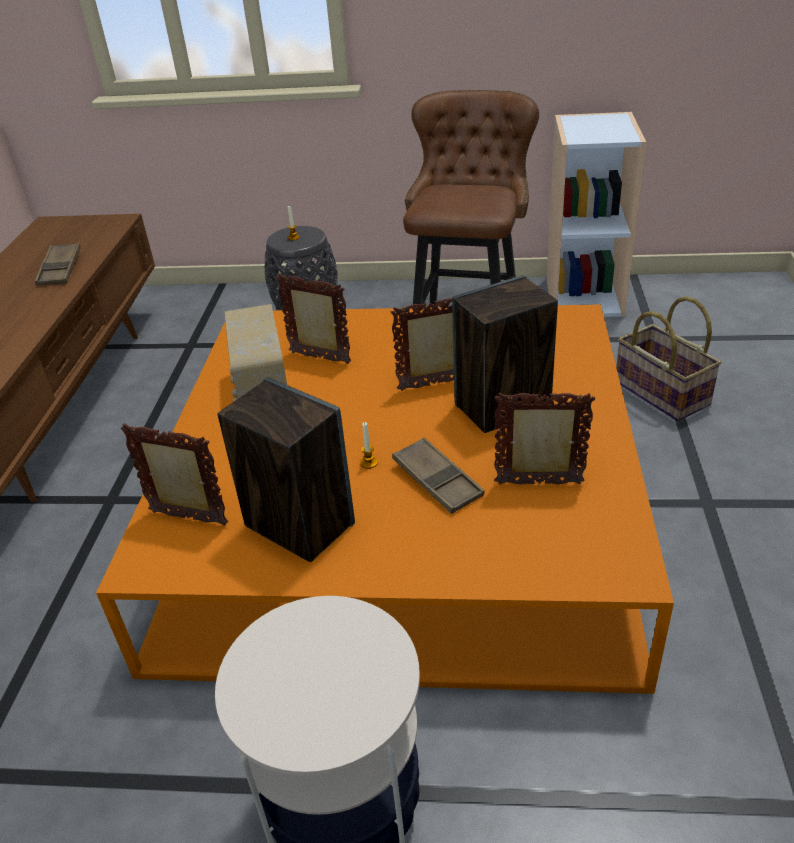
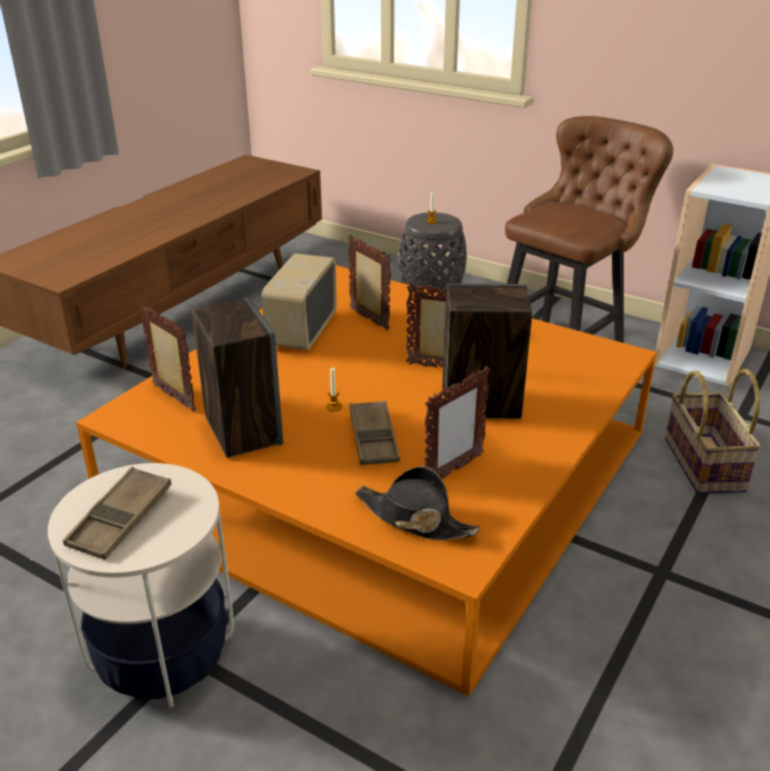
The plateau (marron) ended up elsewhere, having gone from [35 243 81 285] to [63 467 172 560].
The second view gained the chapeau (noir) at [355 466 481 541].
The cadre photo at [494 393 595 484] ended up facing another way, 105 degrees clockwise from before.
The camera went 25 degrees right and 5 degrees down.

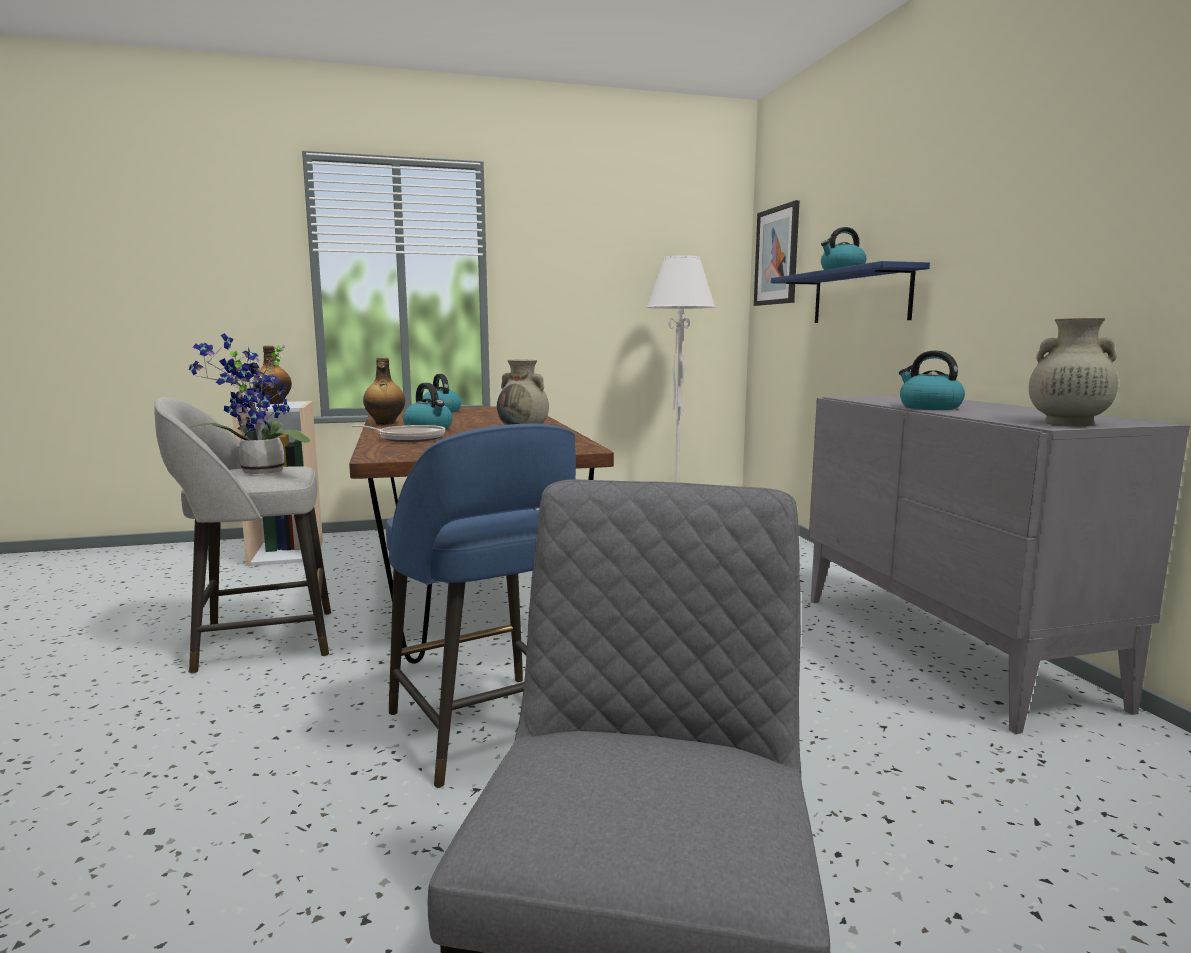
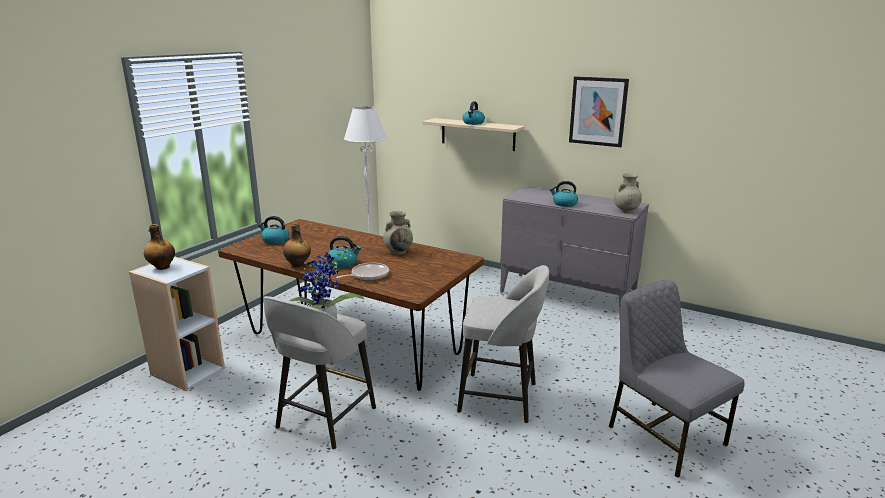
What was the étagère (bleu) at [771 261 930 323] turned into the étagère (beige) at [422 118 525 151].
What was the tabouret (bleu) at [386 424 576 788] turned into the tabouret (gris) at [457 265 549 423].
The tableau ended up elsewhere, having gone from [754 200 799 306] to [569 76 629 147].
The camera went 45 degrees left and 10 degrees up.

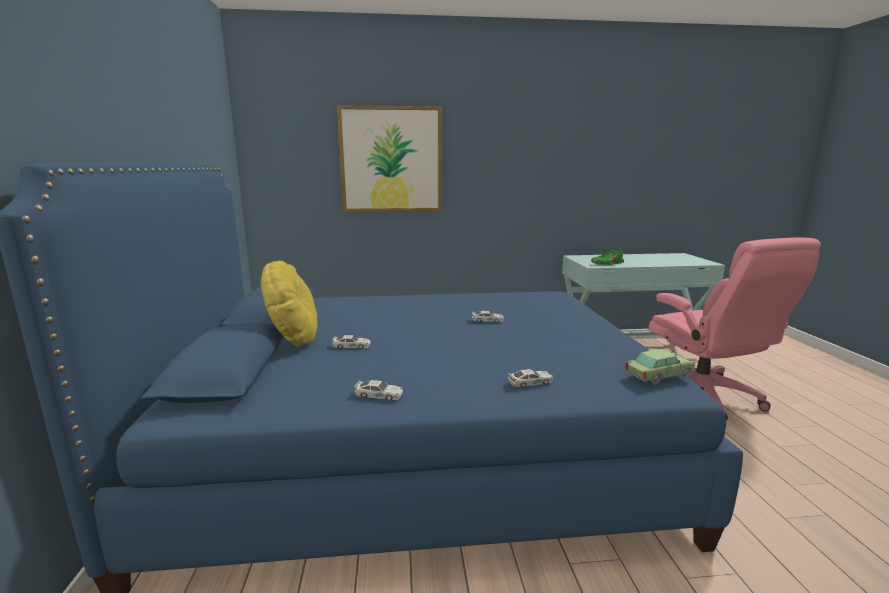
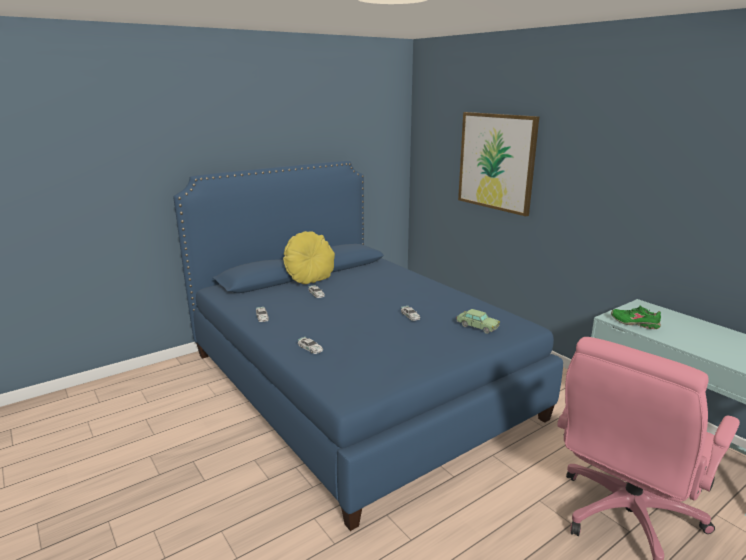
The petite voiture ended up elsewhere, having gone from [625 349 695 384] to [457 309 500 334].
The camera went 60 degrees right and 5 degrees up.

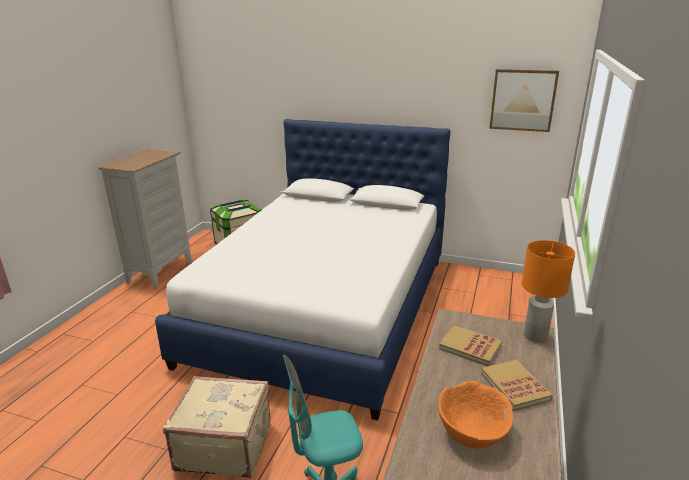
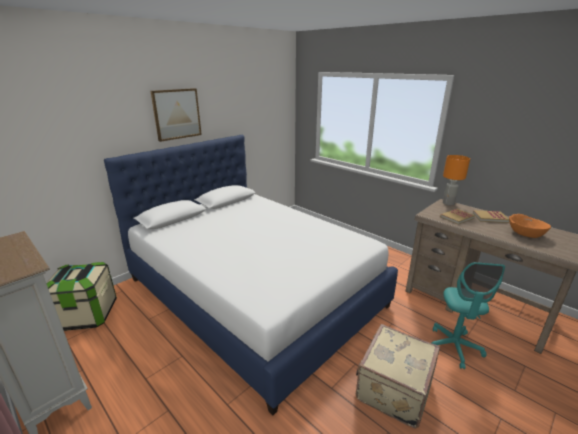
The tableau ended up elsewhere, having gone from [489 69 559 132] to [150 88 202 142].
The camera went 65 degrees left and 0 degrees up.

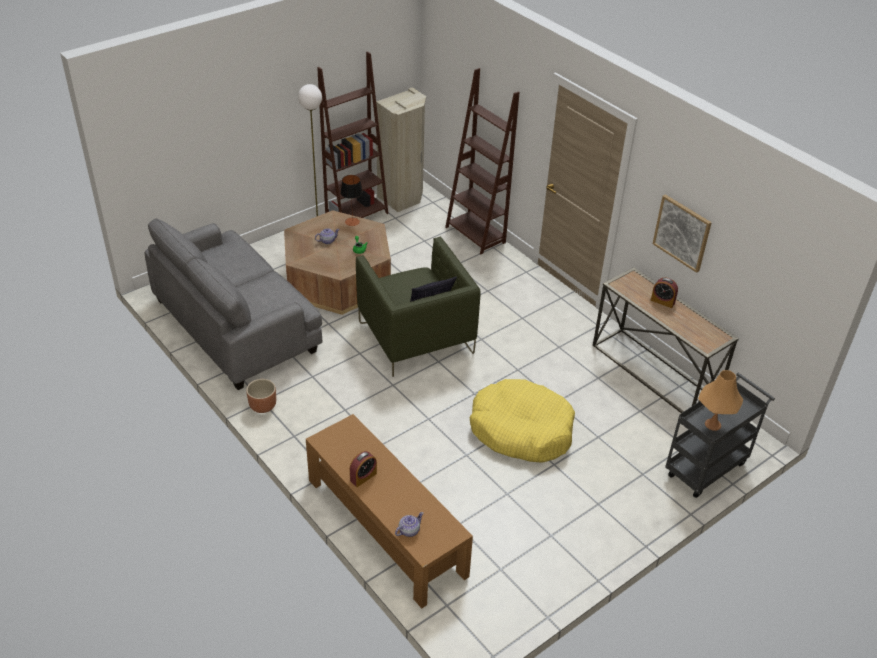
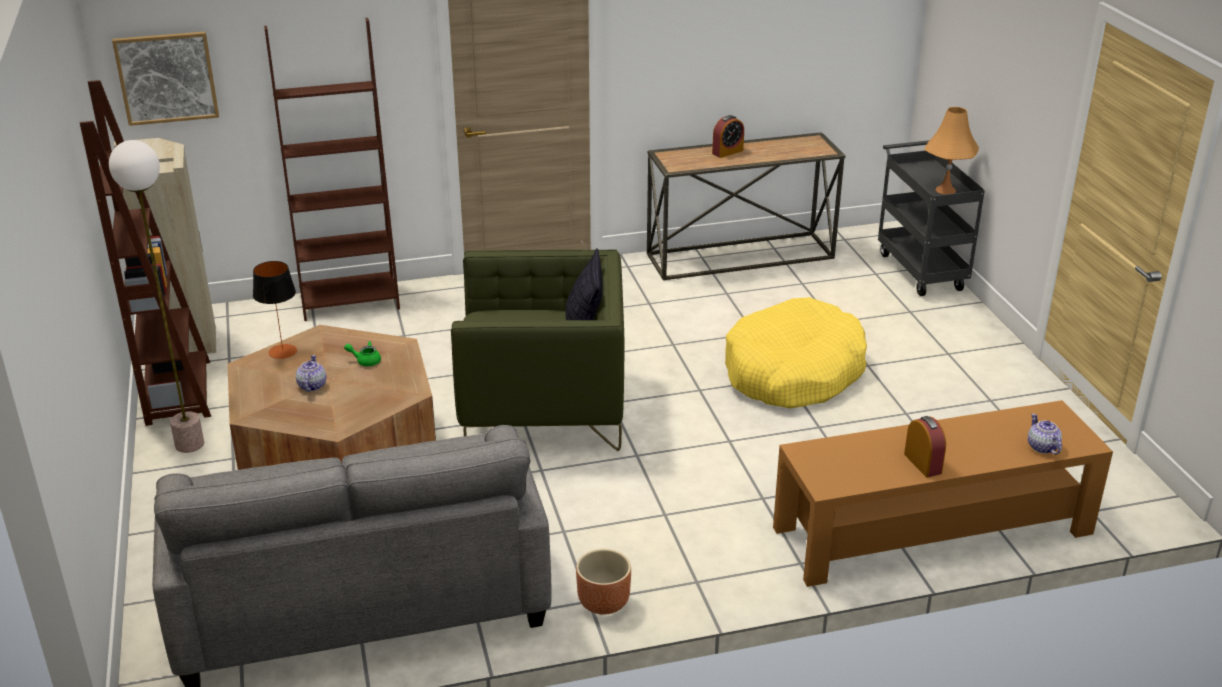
The tableau ended up elsewhere, having gone from [653 194 711 273] to [112 32 219 126].
The camera went 65 degrees left and 10 degrees down.

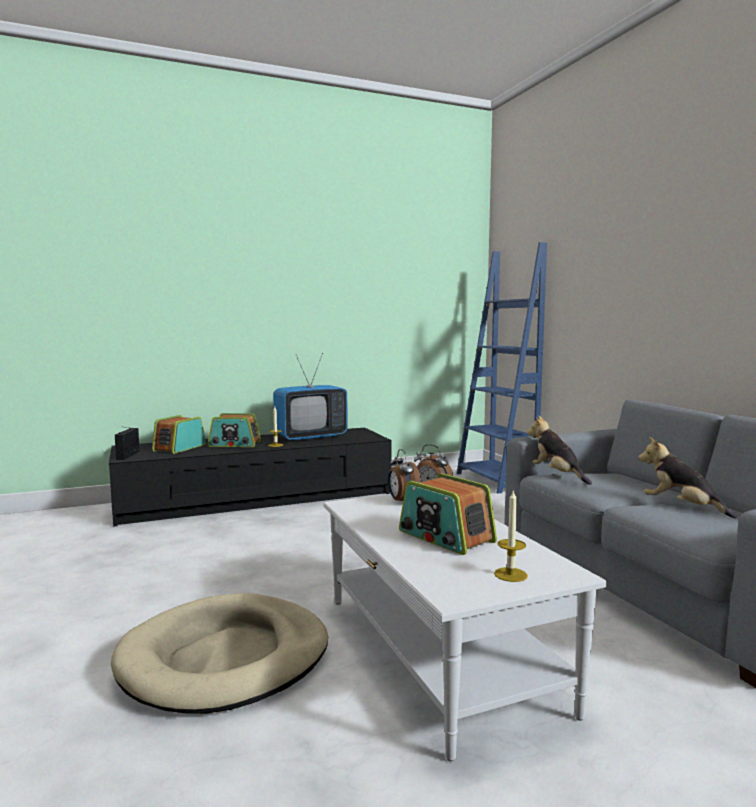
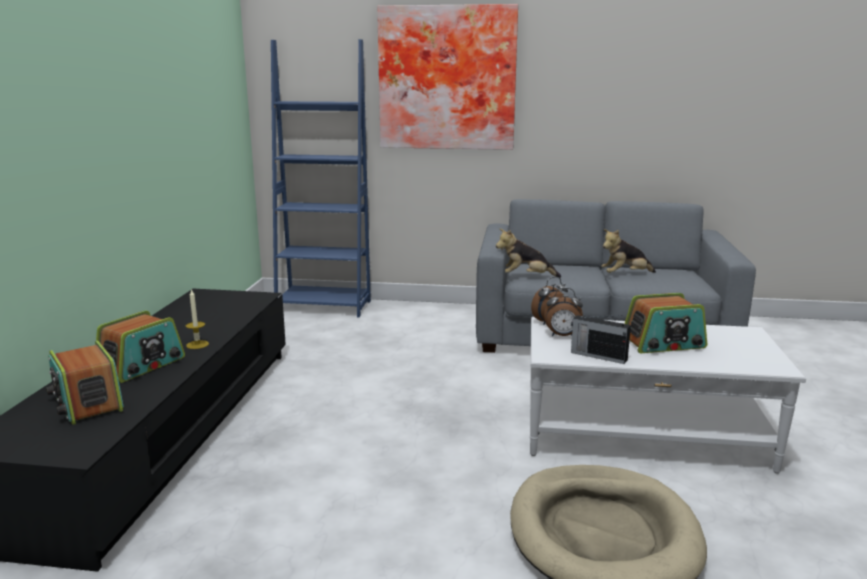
The second view gained the tableau at [377 4 518 150].
The radio ended up elsewhere, having gone from [115 426 140 460] to [571 315 631 364].
The second view lost the téléviseur at [273 353 348 441].
The second view lost the bougie at [494 489 528 582].
The camera went 60 degrees left and 10 degrees up.

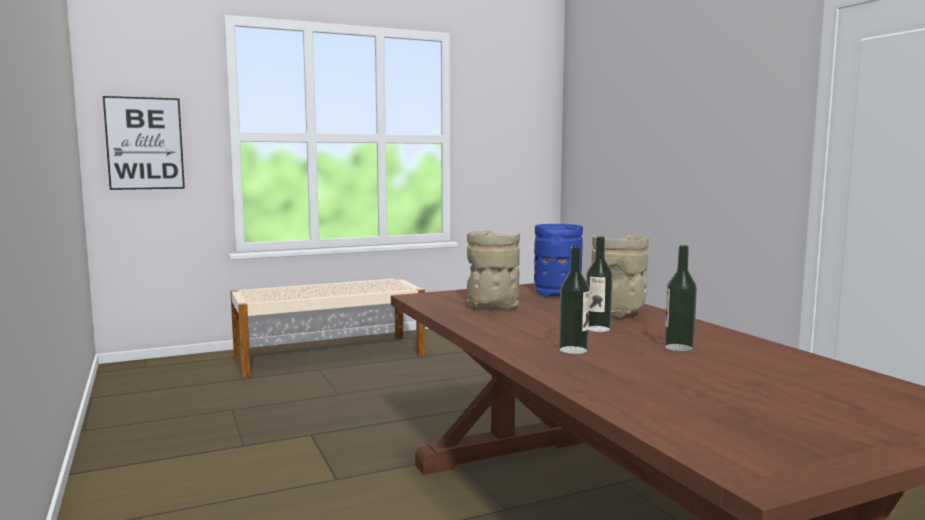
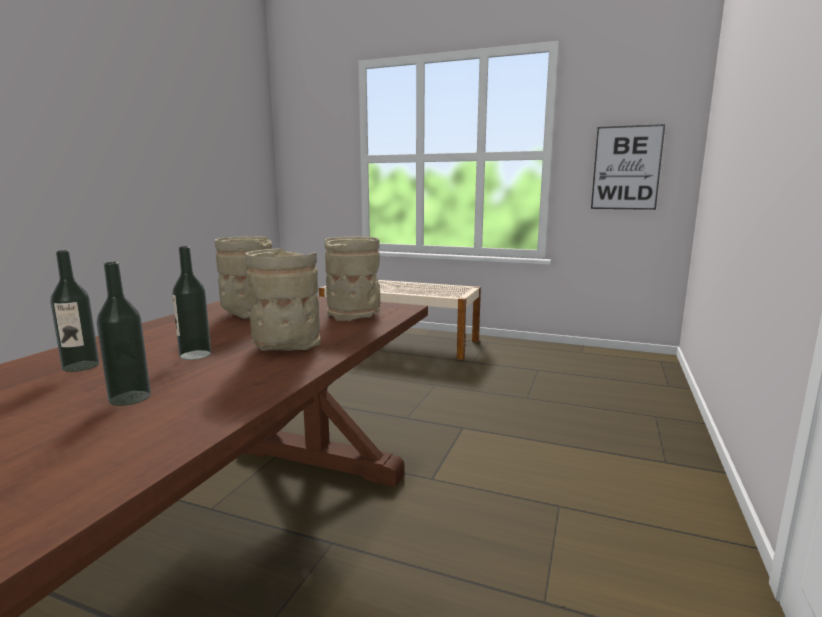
What was the vase (bleu) at [534 224 583 297] turned into the vase (beige) at [325 236 380 321].
The tableau ended up elsewhere, having gone from [103 96 185 190] to [591 124 665 210].
The camera went 45 degrees right and 5 degrees up.

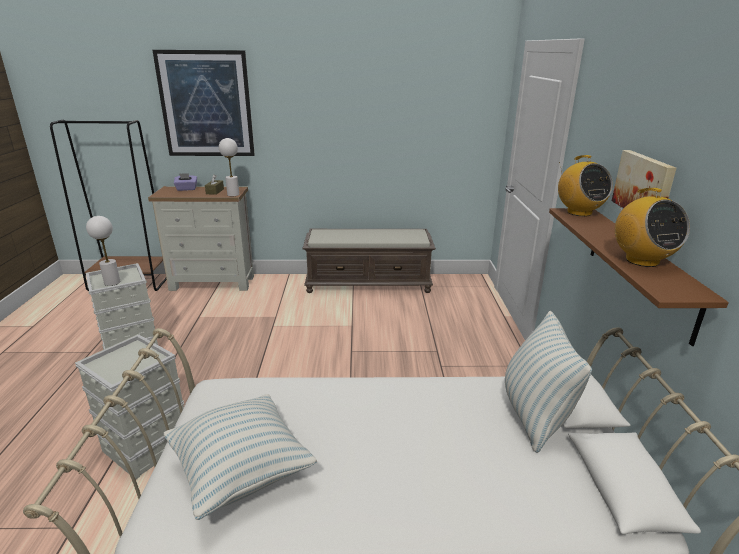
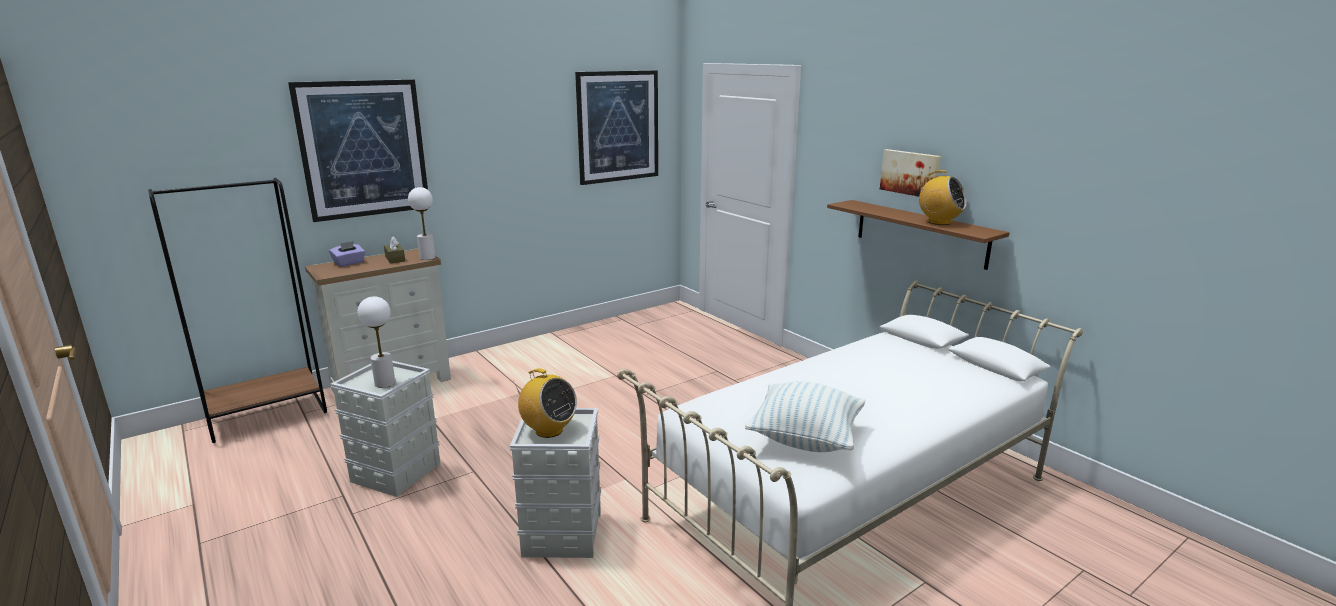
The radio ended up elsewhere, having gone from [558 155 613 217] to [513 369 577 438].
The second view gained the tableau at [575 70 658 185].
The second view lost the banc (marron) at [302 229 436 293].
The second view lost the coussin at [505 311 592 453].
The camera went 35 degrees left and 5 degrees down.

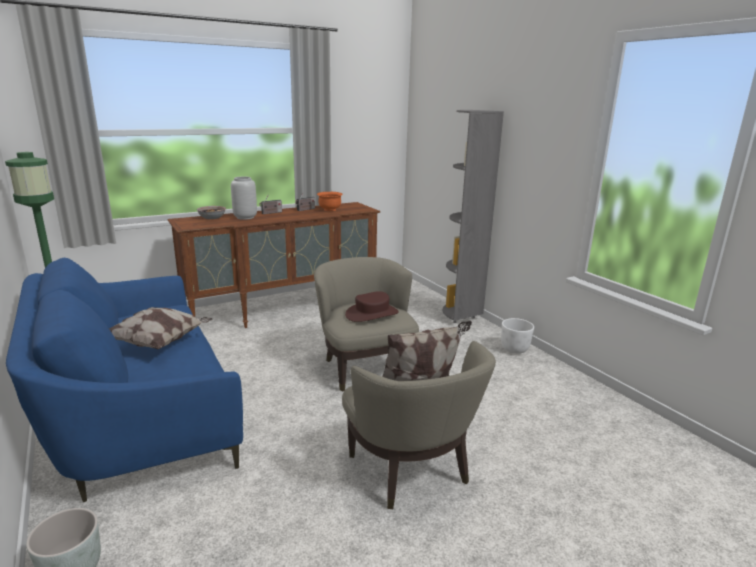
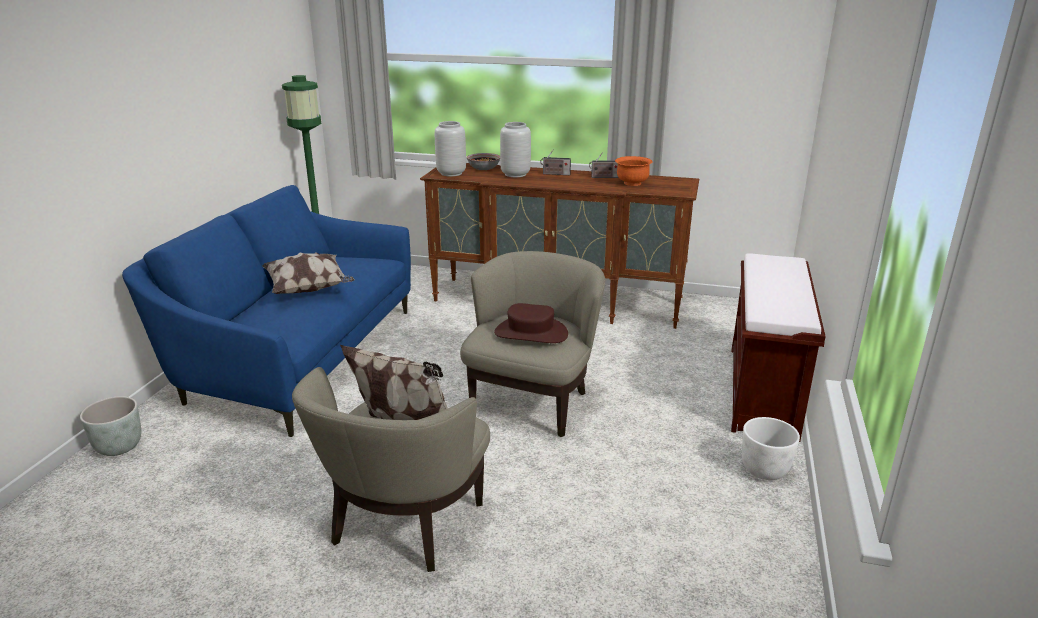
The second view gained the vase (gris) at [435 121 466 176].
Where the bibliothèque (gris) stood at [443 110 504 323], the banc (marron) came to stand at [731 253 826 442].
The camera went 45 degrees right and 5 degrees up.

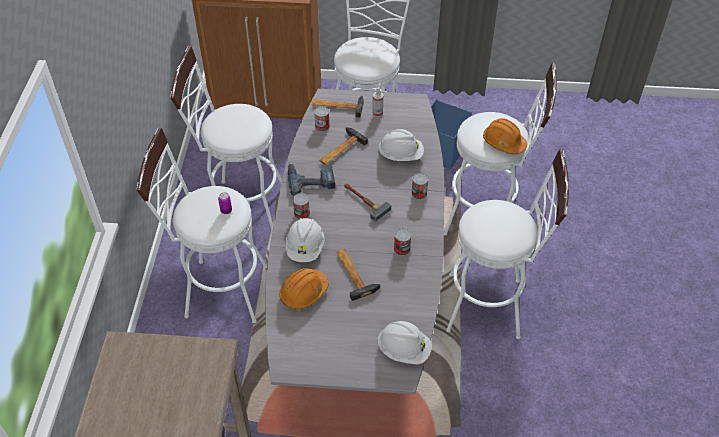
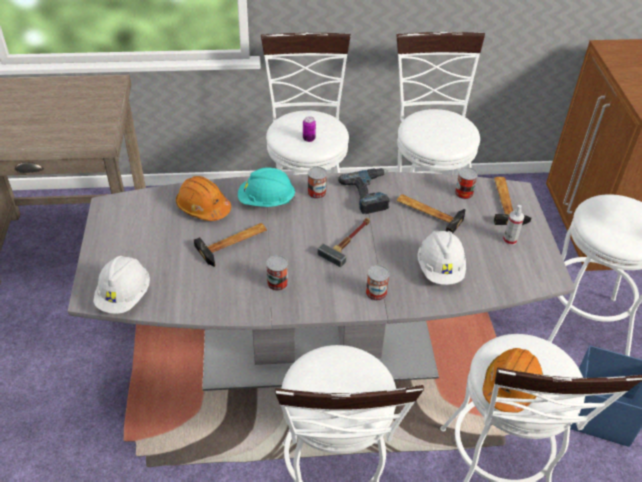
What was the casque de chantier (blanc) at [286 218 325 262] turned into the casque de chantier (turquoise) at [238 167 296 207].
The camera went 80 degrees right and 5 degrees down.

